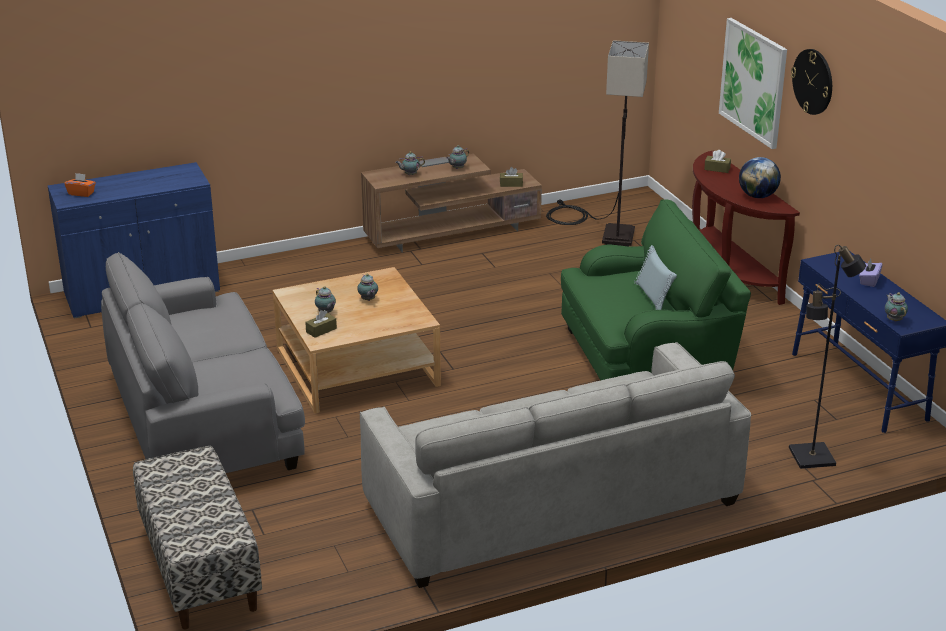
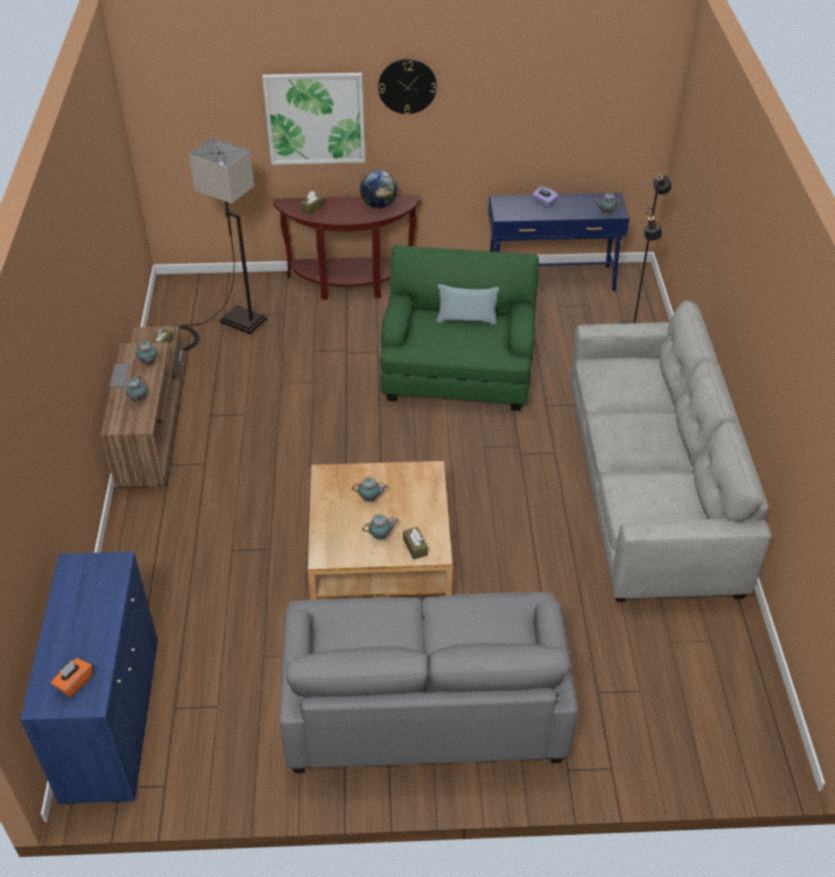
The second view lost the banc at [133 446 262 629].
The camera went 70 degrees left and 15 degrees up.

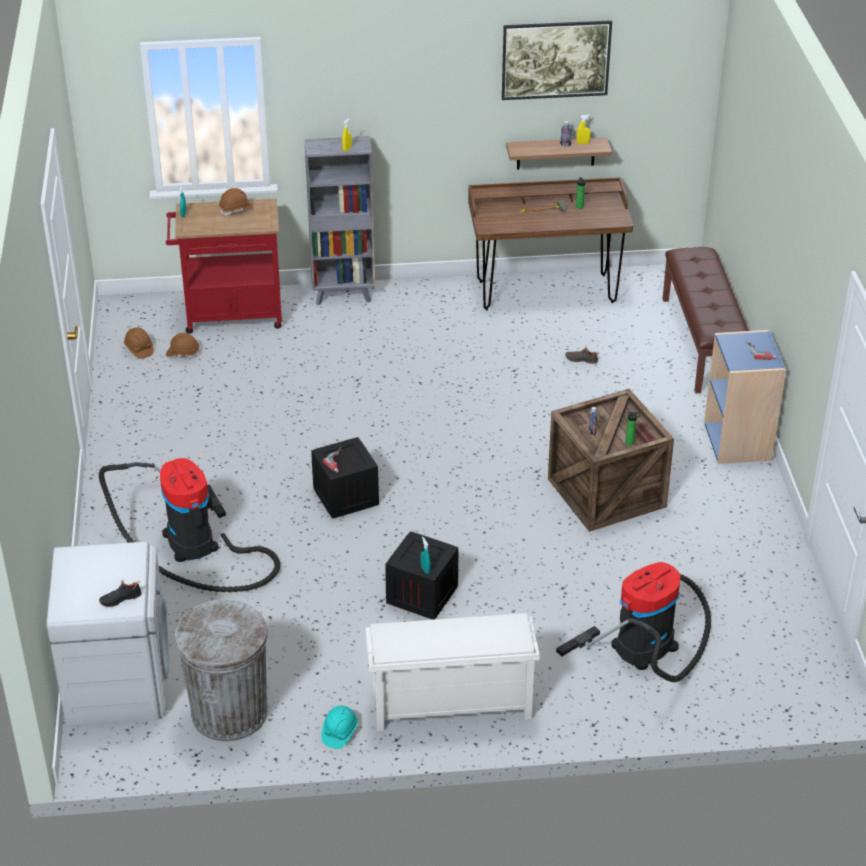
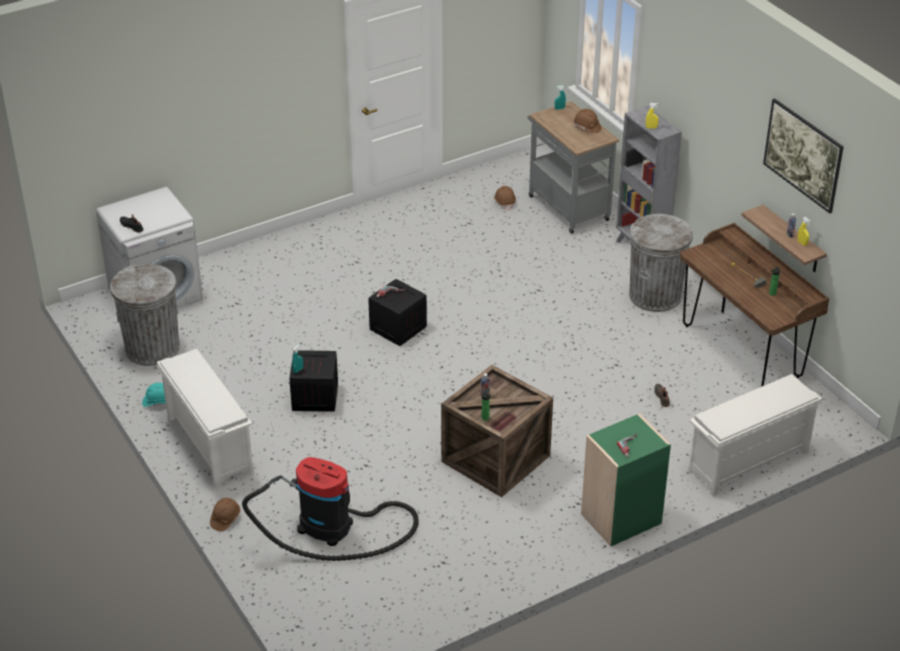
The casque de chantier (marron) ended up elsewhere, having gone from [124 327 154 359] to [210 498 241 532].
What was the chariot (rouge) at [166 199 282 334] turned into the chariot (gris) at [527 101 619 234].
What was the bibliothèque (bleu) at [704 330 786 464] turned into the bibliothèque (vert) at [581 414 671 547].
The second view gained the poubelle (gris) at [629 214 693 312].
Where the banc (marron) stood at [663 247 749 394], the étagère à chaussures (blanc) came to stand at [688 374 822 496].
The second view lost the aspirateur at [99 458 280 592].
The camera went 65 degrees right and 0 degrees up.

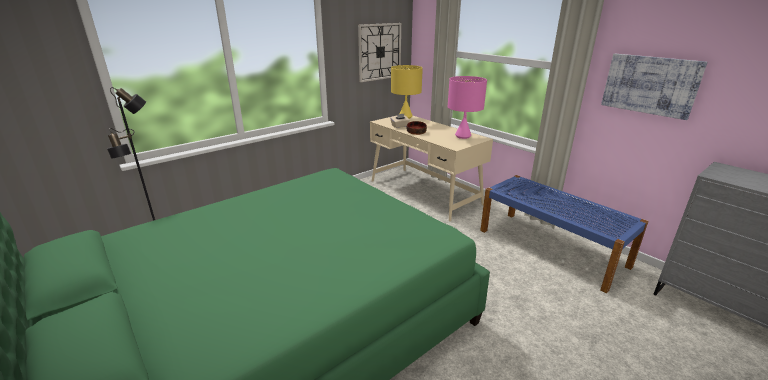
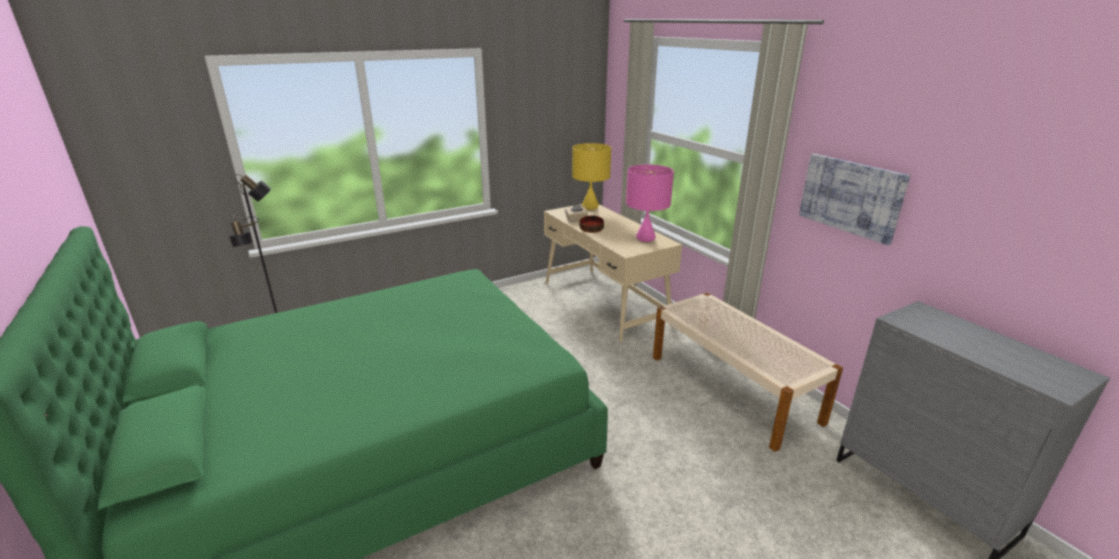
What was the banc (bleu) at [480 175 649 294] turned into the banc (beige) at [653 292 843 452].
The second view lost the horloge murale at [358 23 401 82].
The camera went 10 degrees right and 0 degrees up.

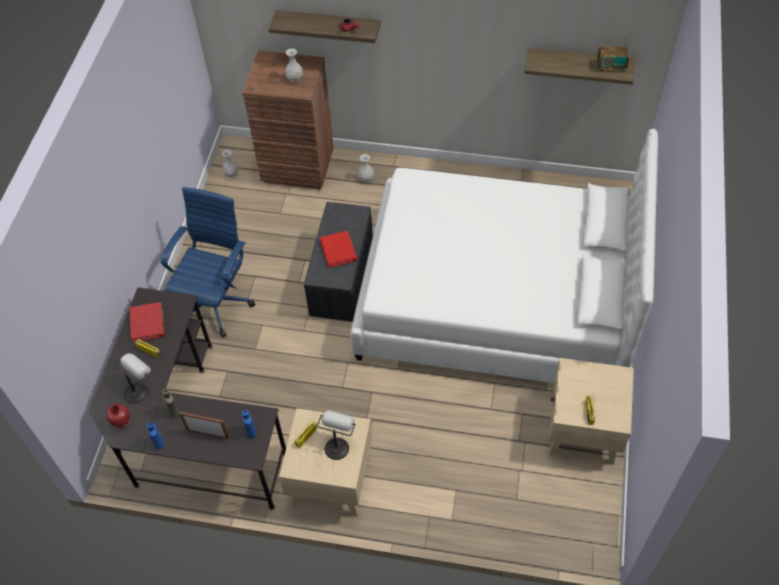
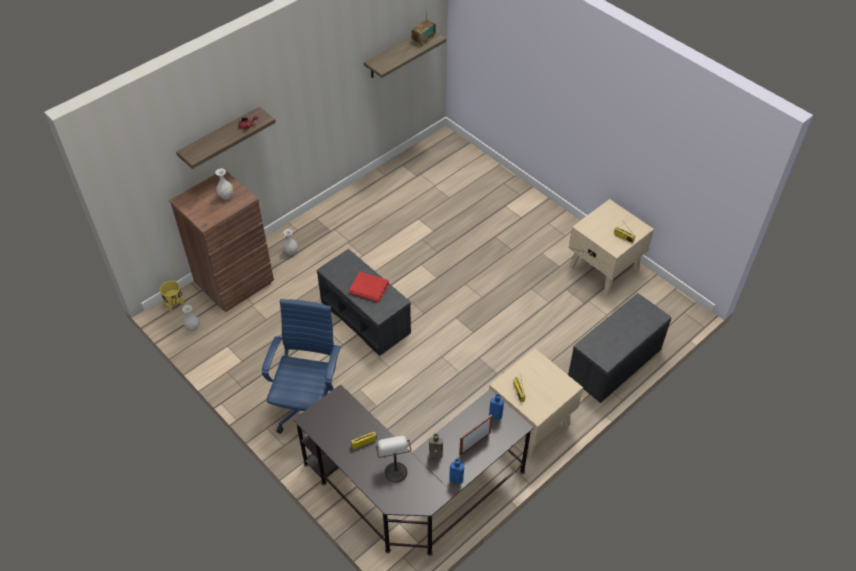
The second view gained the cache-pot (jaune) at [160 281 184 311].
The chaise de bureau (bleu) at [161 187 255 338] ended up facing another way, 45 degrees clockwise from before.
The second view gained the banc (gris) at [568 293 672 403].
The second view lost the vase (rouge) at [106 404 130 430].
The second view lost the livre (rouge) at [129 302 165 342].
The second view lost the lampe de table at [317 410 356 460].
The second view lost the lit (blanc) at [350 129 658 383].
The camera went 55 degrees left and 5 degrees down.

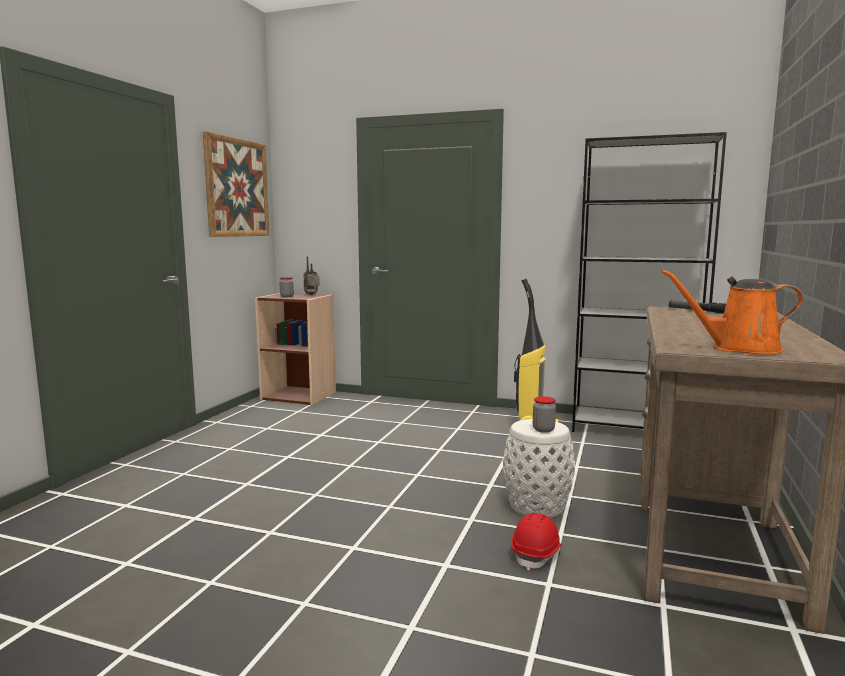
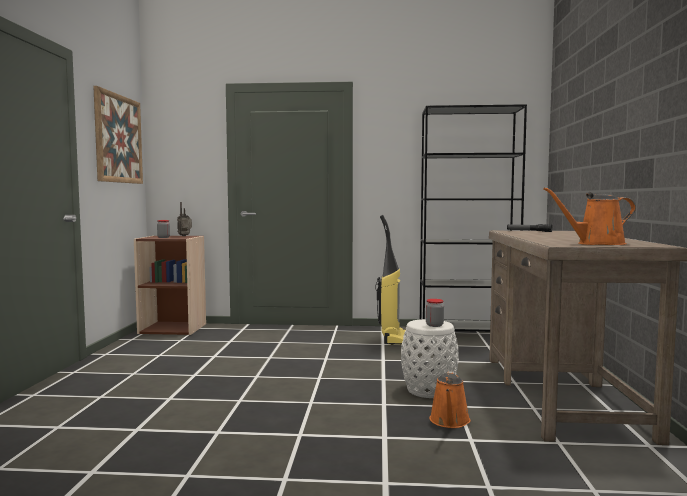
Where the casque de chantier (rouge) stood at [511 513 562 571], the arrosoir (orange) came to stand at [429 371 470 428].
The camera went 15 degrees left and 5 degrees down.

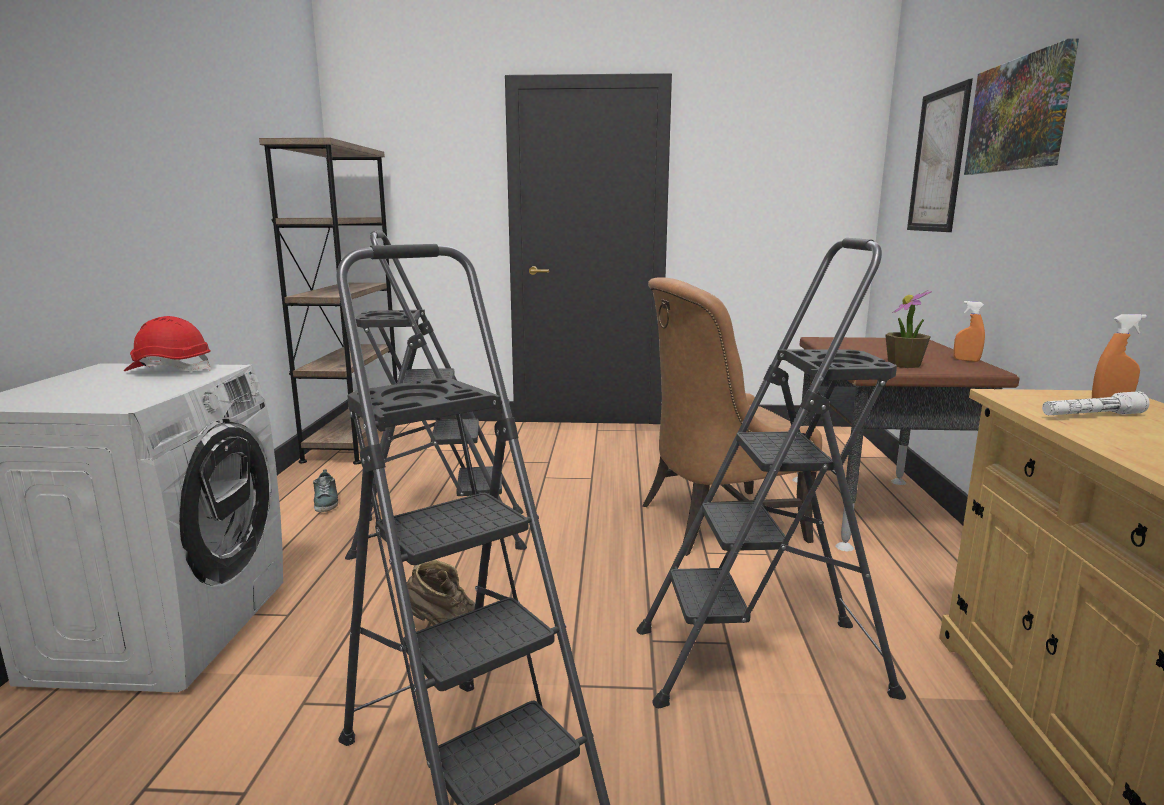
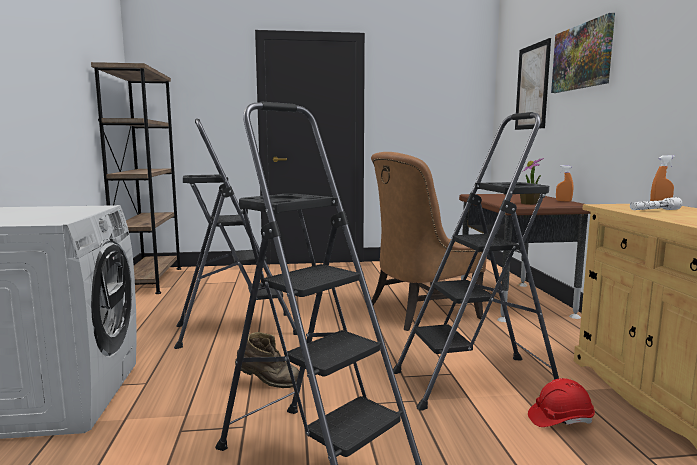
The casque de chantier (rouge) ended up elsewhere, having gone from [124 316 210 372] to [528 378 595 427].
The second view lost the chaussure at [313 469 338 512].
The camera went 10 degrees left and 5 degrees down.

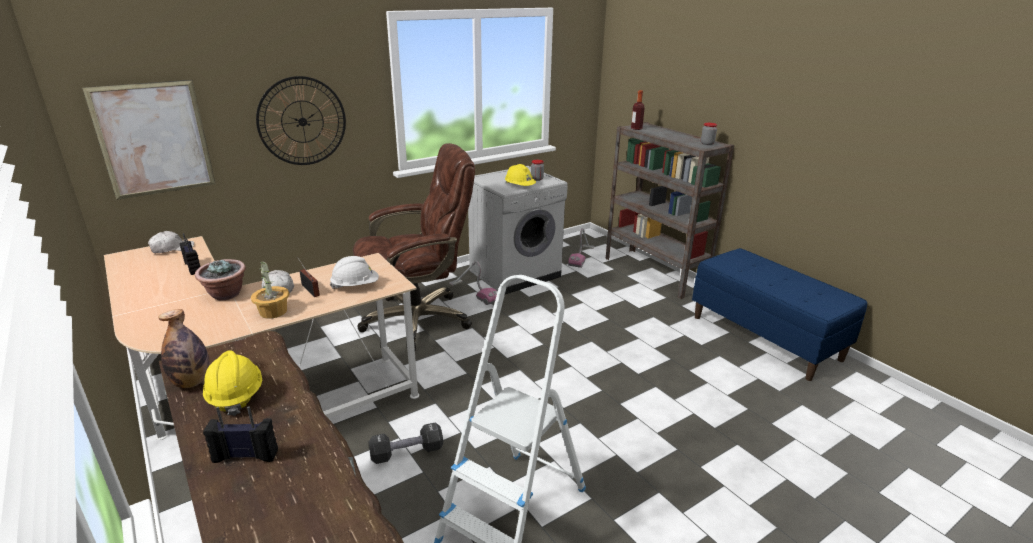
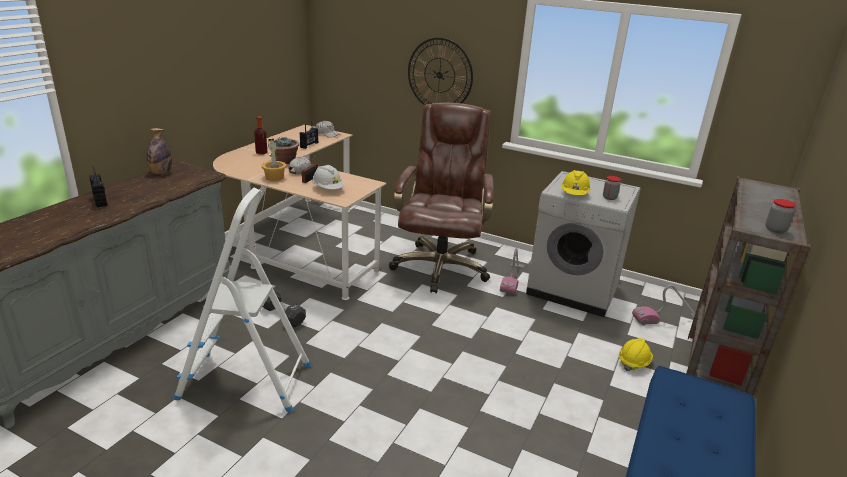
The bouteille ended up elsewhere, having gone from [631 90 645 130] to [254 116 268 155].
The chaise de bureau (marron) at [353 143 475 351] ended up facing another way, 120 degrees counterclockwise from before.
The casque de chantier (jaune) ended up elsewhere, having gone from [203 350 262 416] to [619 338 653 372].
The second view lost the tableau at [82 80 216 200].
The camera went 60 degrees right and 0 degrees up.

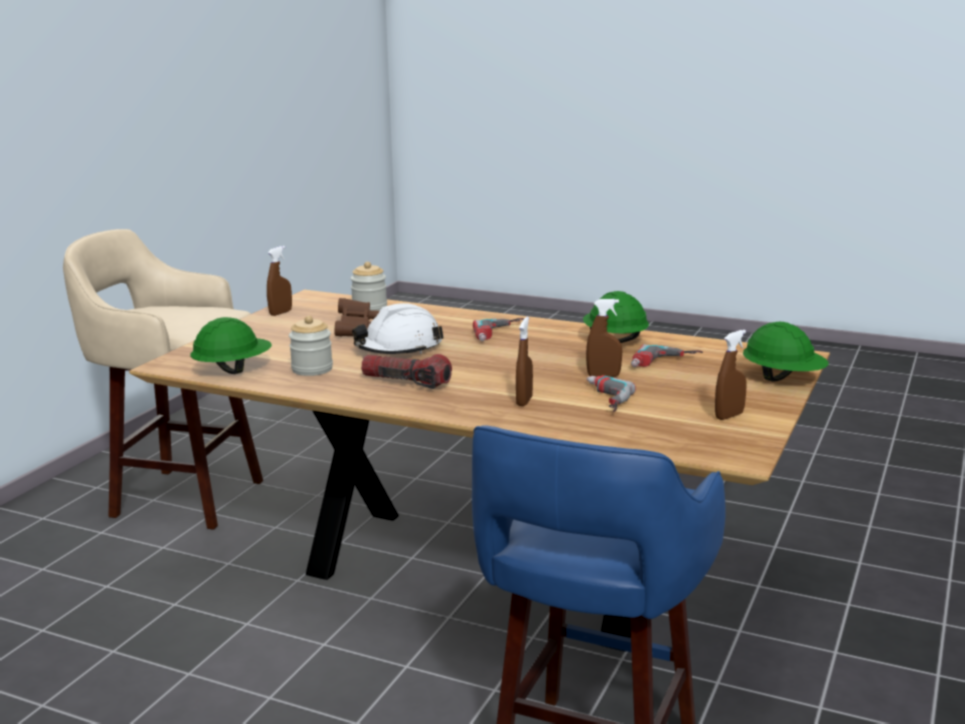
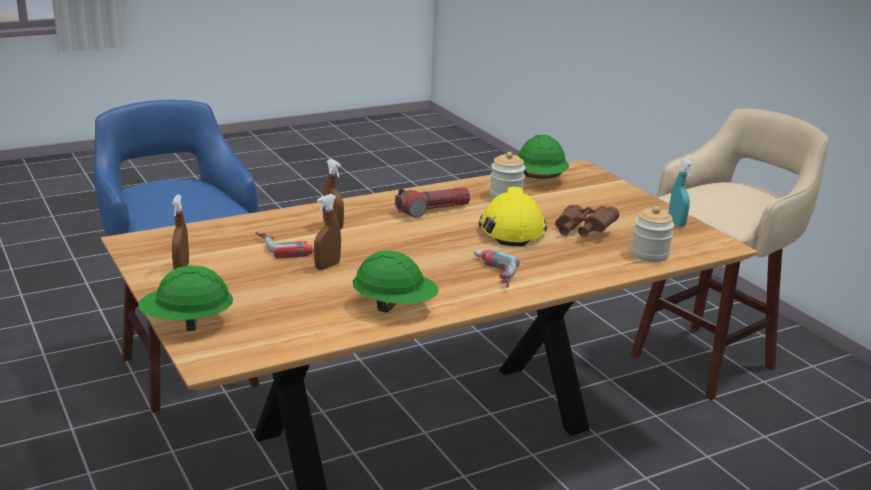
What was the casque de chantier (blanc) at [352 303 443 354] turned into the casque de chantier (jaune) at [479 187 547 246].
What was the vaporisateur (marron) at [267 246 292 316] turned into the vaporisateur (turquoise) at [668 158 693 227].
The second view lost the perceuse at [631 344 703 367].
The camera went 125 degrees right and 5 degrees up.

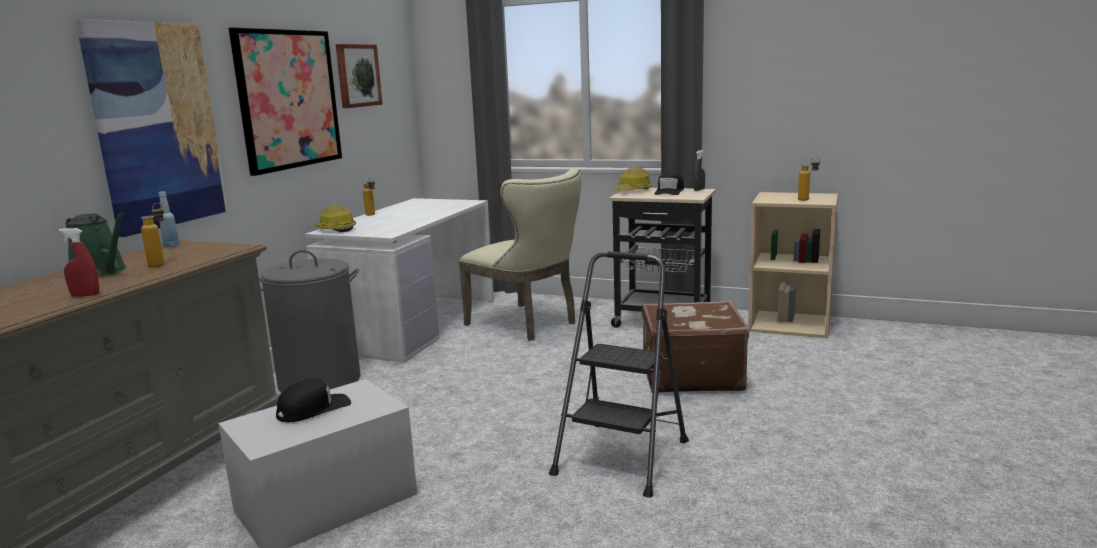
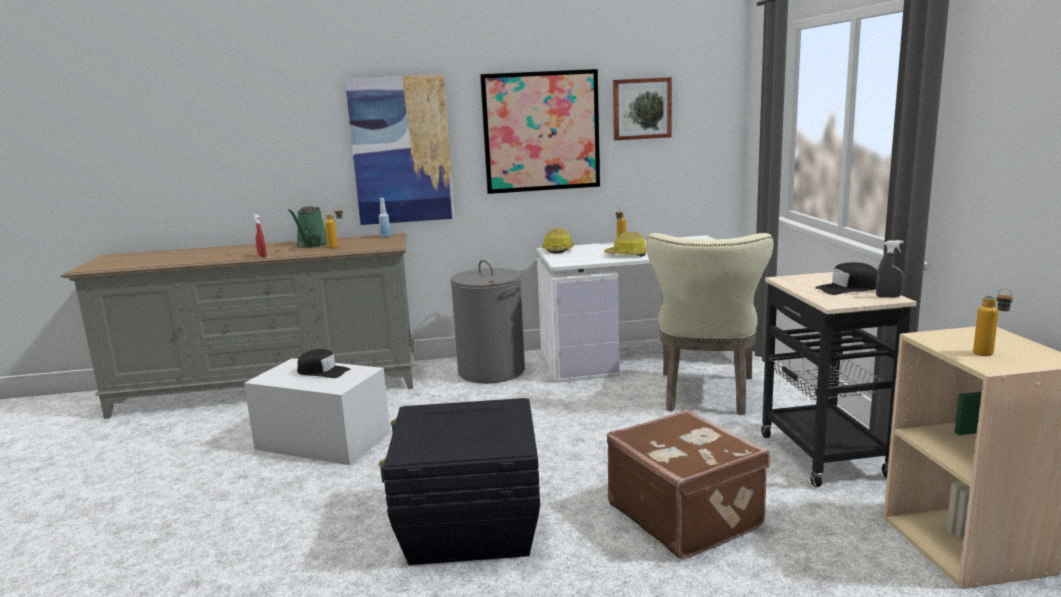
Where the escabeau (noir) stood at [549 251 689 498], the boîte de rangement (noir) came to stand at [379 398 540 565].
The casque de chantier ended up elsewhere, having gone from [612 167 651 190] to [604 232 647 257].
The camera went 60 degrees right and 0 degrees up.

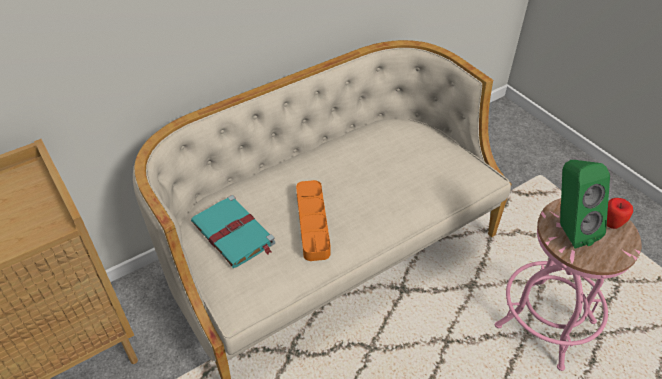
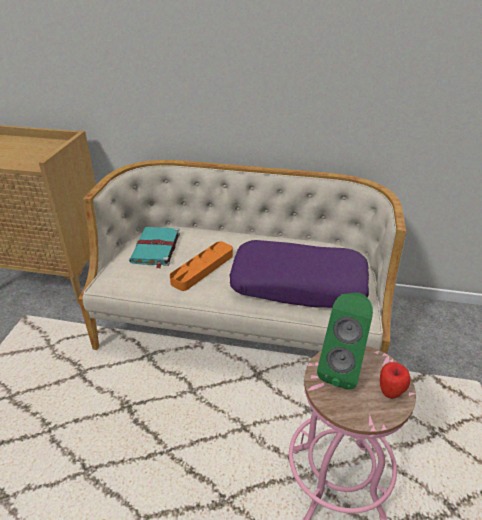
The second view gained the coussin (violet) at [229 240 369 308].
The camera went 45 degrees right and 10 degrees down.

